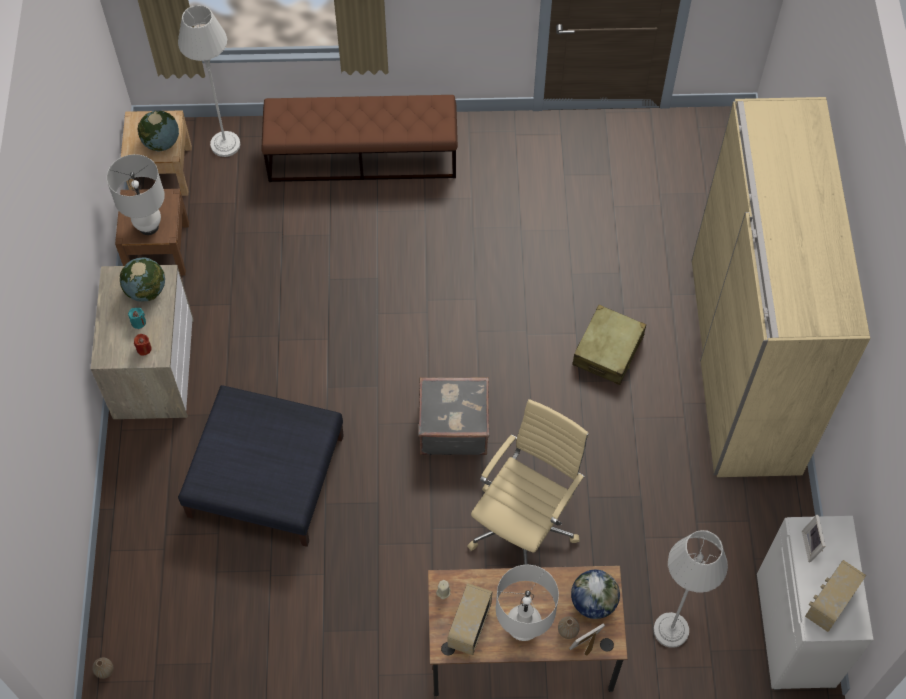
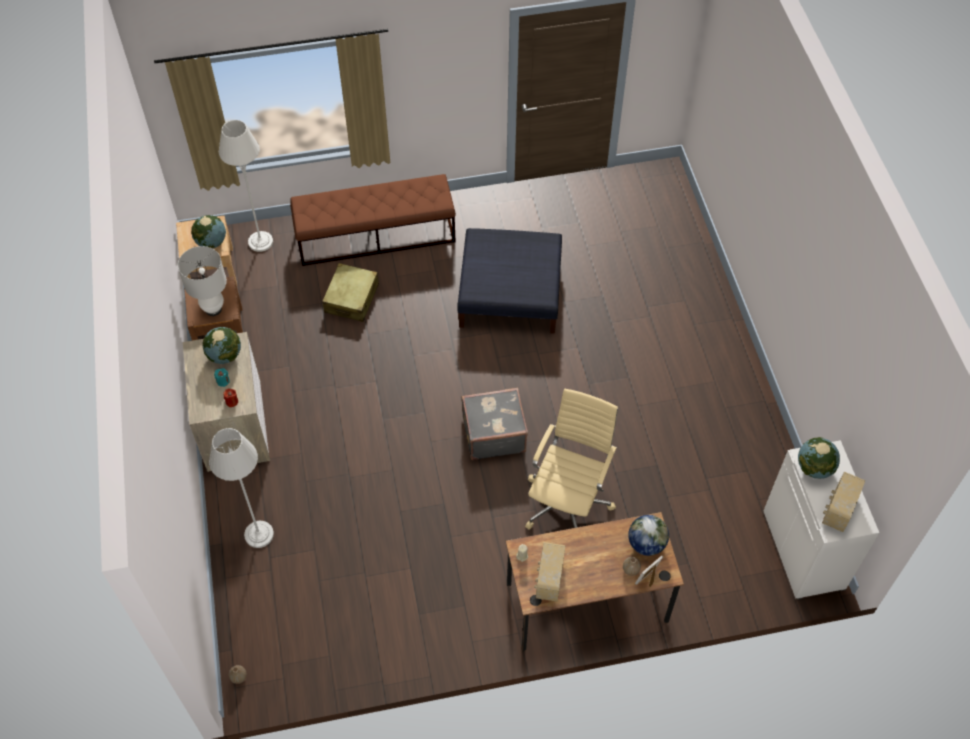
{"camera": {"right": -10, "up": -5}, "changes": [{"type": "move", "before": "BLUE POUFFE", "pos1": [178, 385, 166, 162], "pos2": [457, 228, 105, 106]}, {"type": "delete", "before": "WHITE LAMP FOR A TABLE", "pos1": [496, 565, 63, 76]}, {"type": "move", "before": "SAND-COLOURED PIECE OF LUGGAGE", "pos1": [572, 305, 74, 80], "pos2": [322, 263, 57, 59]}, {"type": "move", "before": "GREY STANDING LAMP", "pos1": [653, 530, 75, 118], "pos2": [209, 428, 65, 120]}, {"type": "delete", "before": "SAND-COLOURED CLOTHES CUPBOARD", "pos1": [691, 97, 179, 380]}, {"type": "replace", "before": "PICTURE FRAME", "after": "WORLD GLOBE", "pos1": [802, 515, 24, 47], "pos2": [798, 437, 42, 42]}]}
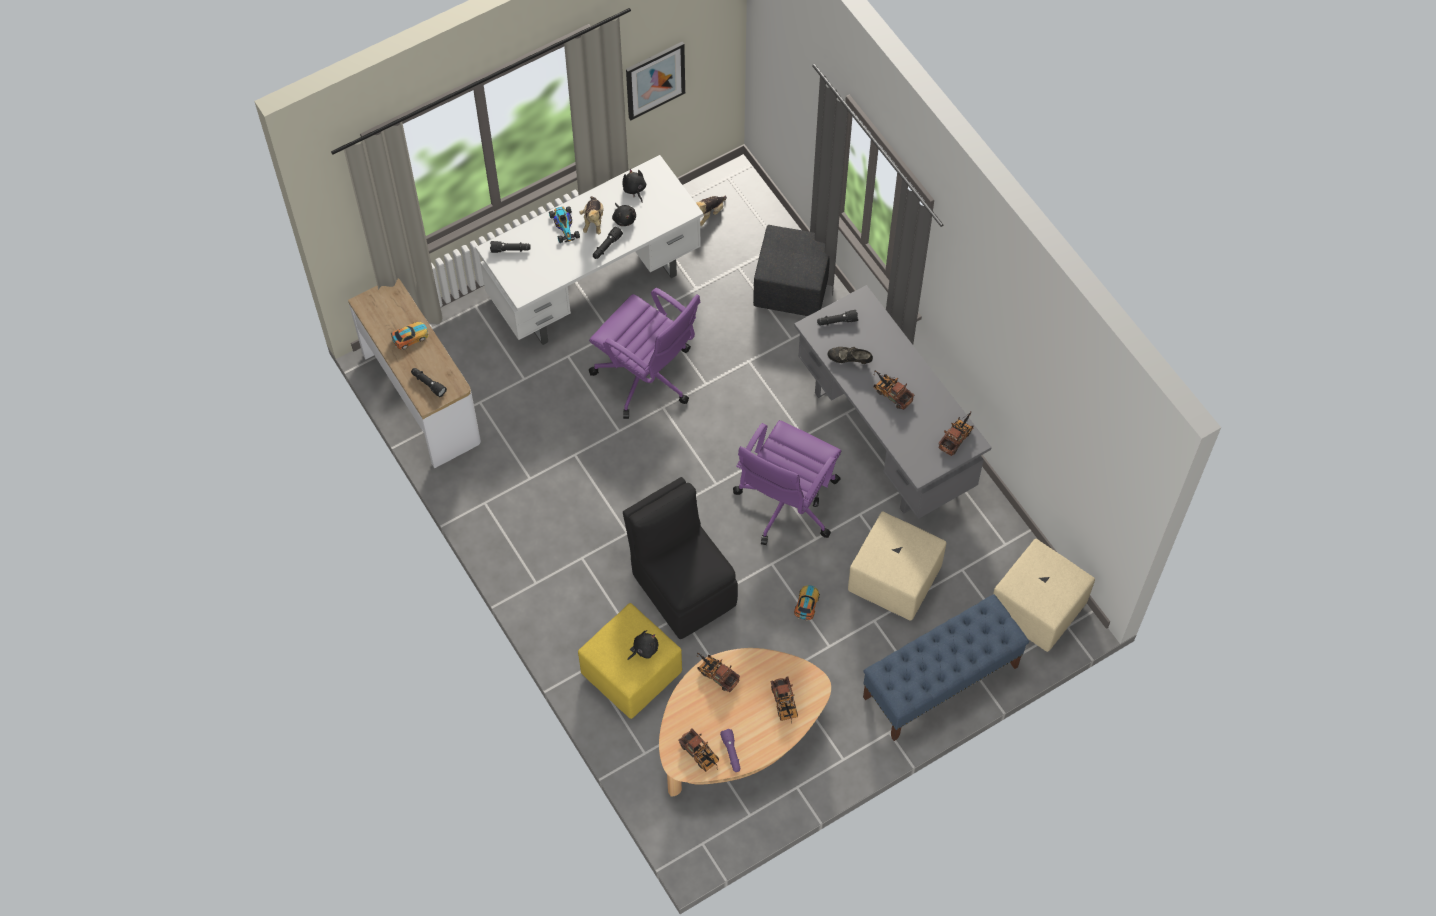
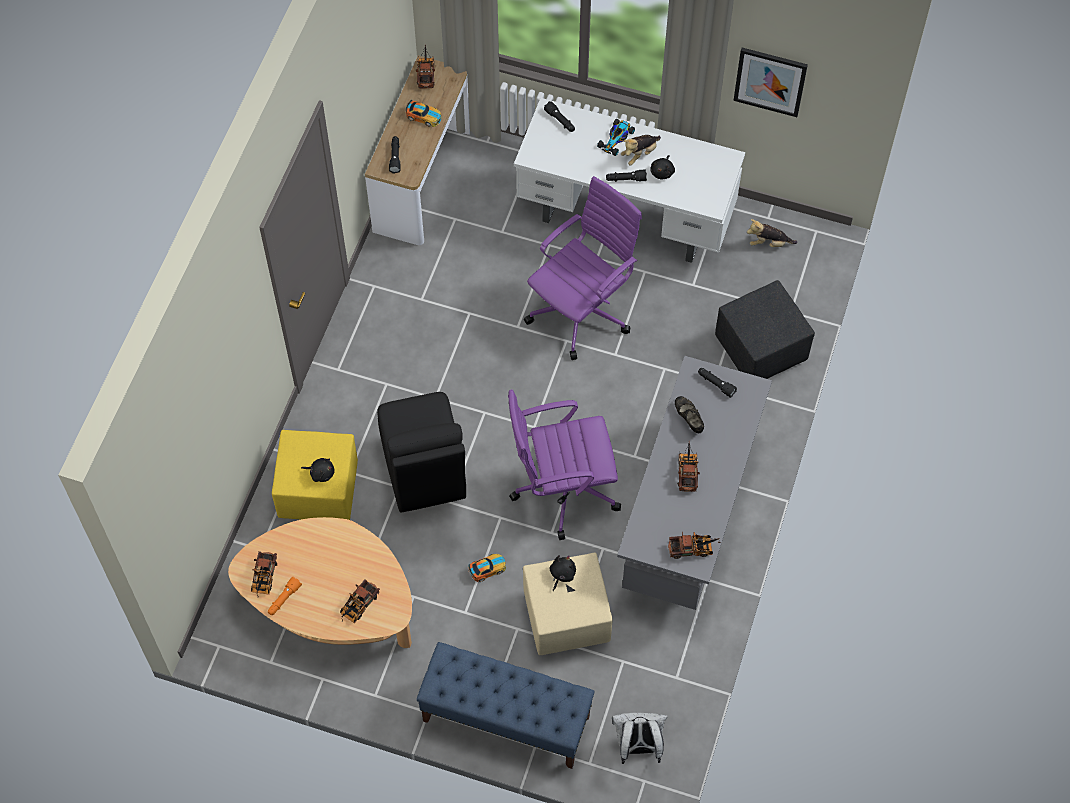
{"camera": {"right": 50, "up": 0}, "changes": [{"type": "rotate", "before": "PURPLE-COLOURED COMPUTER CHAIR", "pos1": [589, 288, 112, 131], "pos2": [524, 176, 118, 184], "turn": -135}, {"type": "move", "before": "BLACK-COLOURED SOFT TOY", "pos1": [622, 169, 24, 33], "pos2": [550, 555, 26, 36]}, {"type": "rotate", "before": "BLACK-COLOURED CHAIR", "pos1": [623, 477, 115, 162], "pos2": [377, 392, 89, 121], "turn": 150}, {"type": "move", "before": "TOY LORRY", "pos1": [696, 653, 44, 39], "pos2": [416, 46, 19, 42]}, {"type": "recolor", "before": "PURPLE-COLOURED FLASHLIGHT", "after": "ORANGE FLASHLIGHT", "pos1": [720, 729, 20, 43], "pos2": [268, 577, 34, 38]}, {"type": "replace", "before": "SAND-COLOURED POUFFE", "after": "WHITE RUCKSACK", "pos1": [993, 539, 102, 113], "pos2": [612, 713, 56, 51]}]}
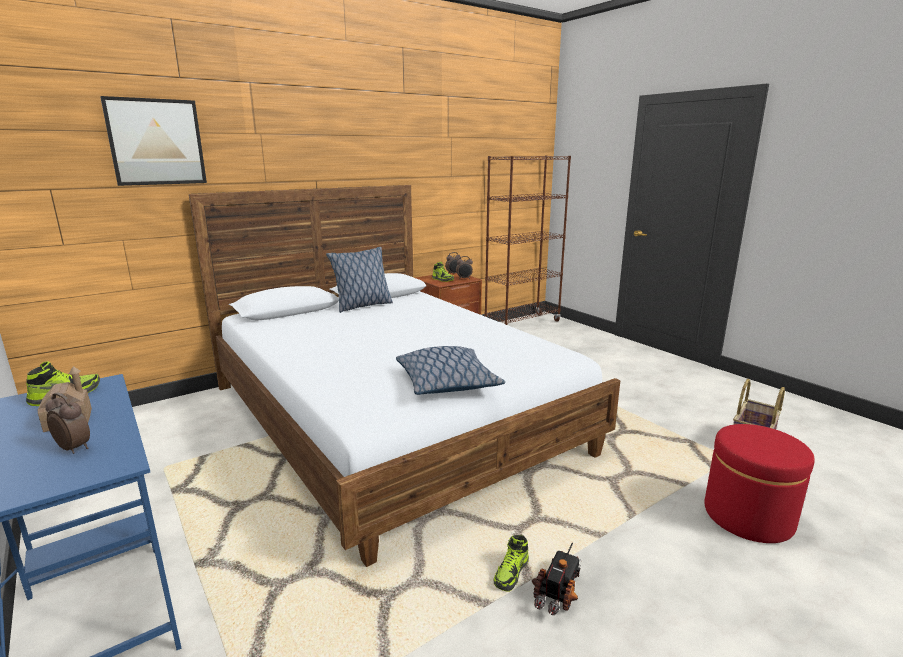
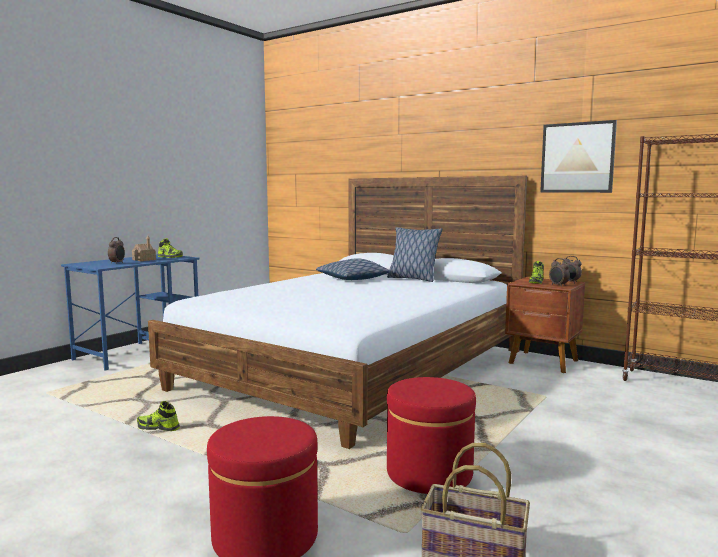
{"camera": {"right": 70, "up": -10}, "changes": [{"type": "move", "before": "WALL ART", "pos1": [100, 96, 107, 90], "pos2": [540, 120, 77, 73]}, {"type": "move", "before": "PILLOW", "pos1": [396, 346, 109, 49], "pos2": [316, 258, 74, 22]}, {"type": "delete", "before": "TOY LORRY", "pos1": [532, 543, 50, 72]}, {"type": "insert", "after": "RED-COLOURED POUFFE", "pos2": [387, 377, 89, 117]}]}
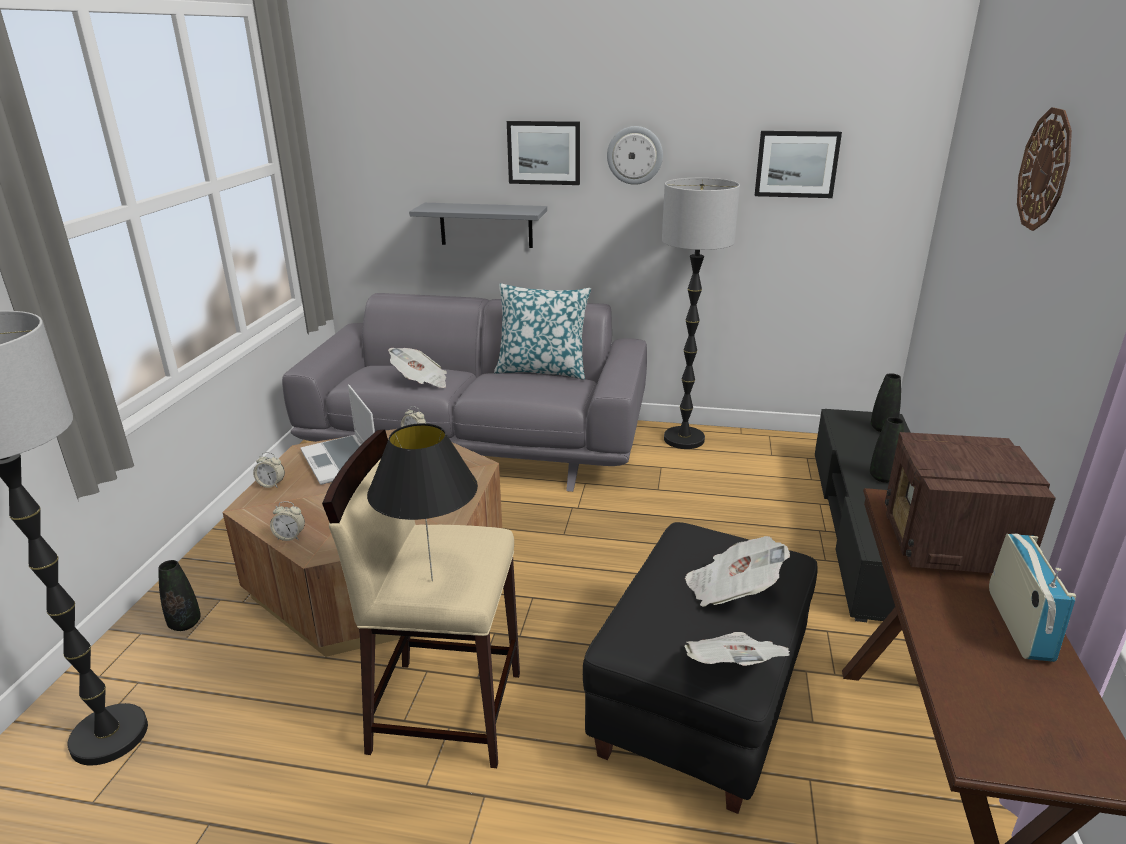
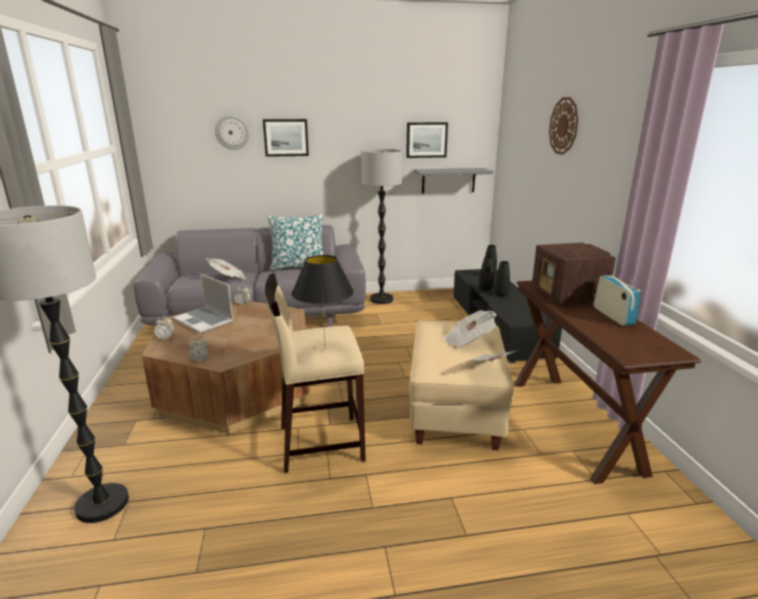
{"camera": {"right": -20, "up": -5}, "changes": [{"type": "move", "before": "BLACK-COLOURED VASE", "pos1": [158, 560, 43, 71], "pos2": [479, 257, 15, 34]}, {"type": "move", "before": "GREY SHELF", "pos1": [409, 203, 138, 45], "pos2": [414, 168, 79, 26]}, {"type": "recolor", "before": "BLACK-COLOURED POUFFE", "after": "SAND-COLOURED POUFFE", "pos1": [583, 522, 235, 292], "pos2": [409, 320, 104, 130]}, {"type": "move", "before": "WALL CLOCK", "pos1": [607, 126, 56, 59], "pos2": [215, 115, 34, 35]}]}
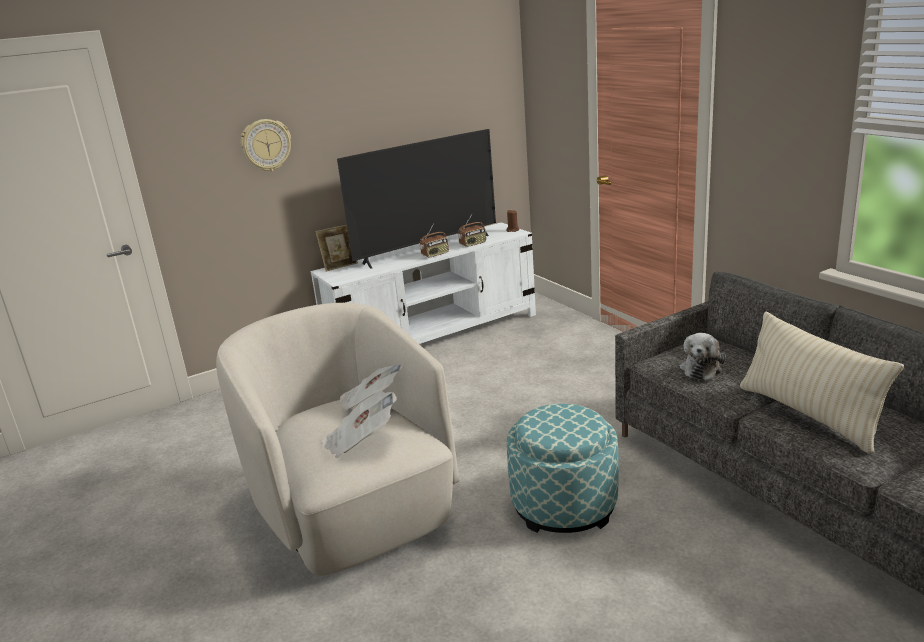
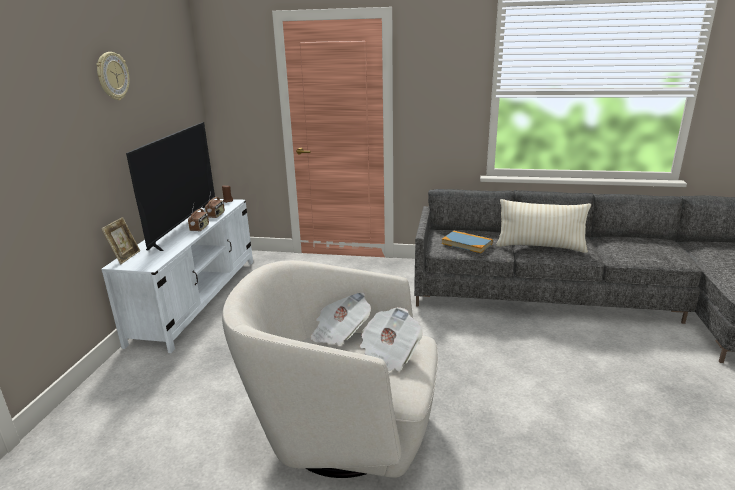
{"camera": {"right": -50, "up": 0}, "changes": [{"type": "move", "before": "WALL CLOCK", "pos1": [241, 119, 50, 52], "pos2": [96, 52, 34, 48]}, {"type": "delete", "before": "POUFFE", "pos1": [507, 404, 112, 129]}, {"type": "replace", "before": "SOFT TOY", "after": "BOOK", "pos1": [680, 333, 46, 47], "pos2": [442, 231, 51, 22]}]}
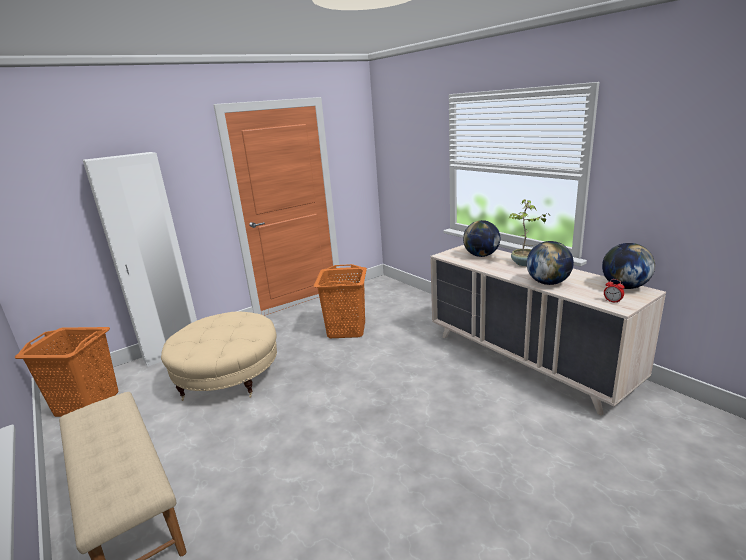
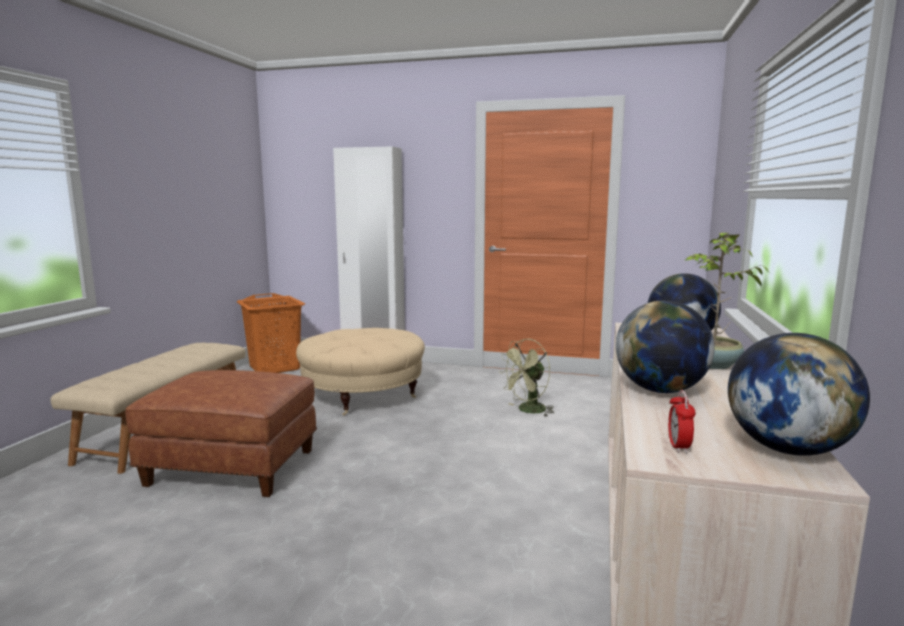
{"camera": {"right": 50, "up": -10}, "changes": [{"type": "replace", "before": "ORANGE HAMPER", "after": "GREENISH COOLING FAN", "pos1": [314, 264, 53, 74], "pos2": [499, 339, 55, 77]}, {"type": "insert", "after": "BROWN POUFFE", "pos2": [125, 370, 192, 127]}]}
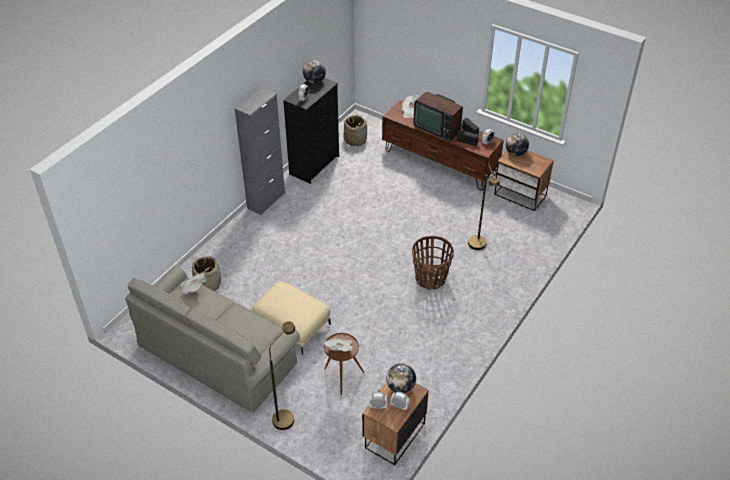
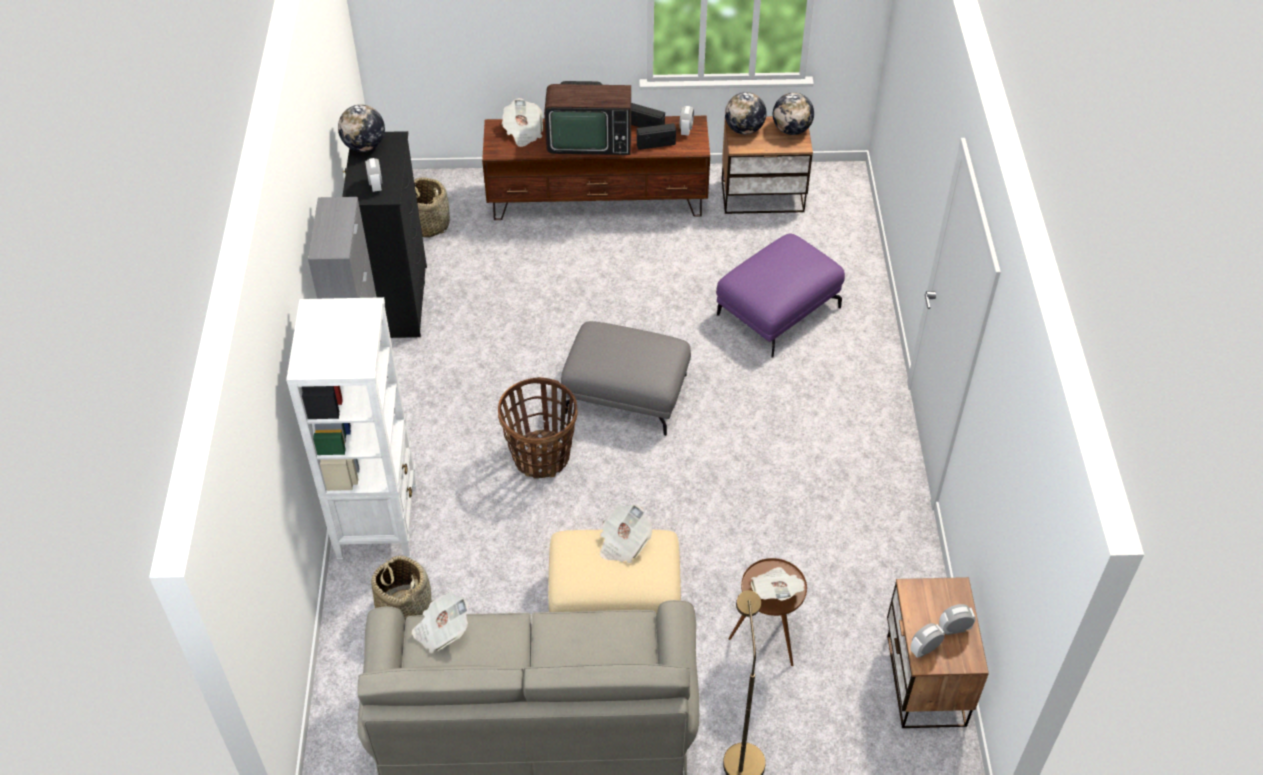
{"camera": {"right": -35, "up": 5}, "changes": [{"type": "move", "before": "WORLD GLOBE", "pos1": [386, 363, 30, 30], "pos2": [773, 93, 41, 42]}, {"type": "move", "before": "BASKET", "pos1": [412, 236, 42, 54], "pos2": [498, 377, 80, 102]}, {"type": "replace", "before": "BROWN STANDING LAMP", "after": "PURPLE-COLOURED POUFFE", "pos1": [468, 164, 32, 86], "pos2": [716, 234, 129, 123]}, {"type": "insert", "after": "WHITE BOOKSHELF", "pos2": [286, 297, 131, 265]}, {"type": "insert", "after": "GREY POUFFE", "pos2": [561, 321, 130, 115]}, {"type": "insert", "after": "NEWSPAPER", "pos2": [600, 505, 52, 58]}]}
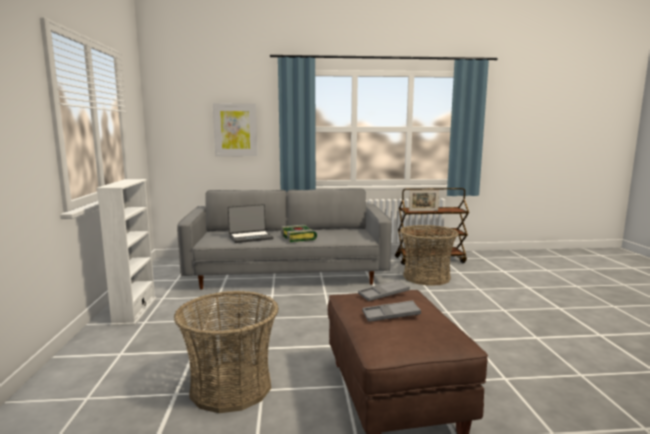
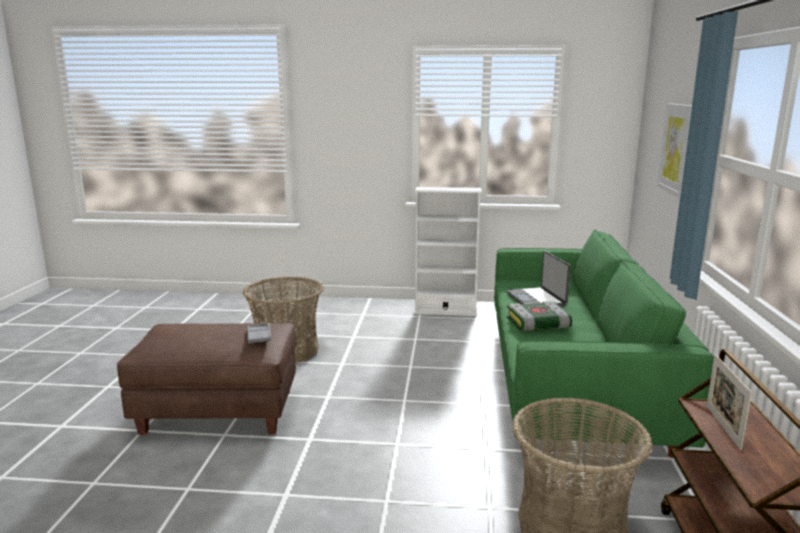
{"camera": {"right": 100, "up": 5}, "changes": [{"type": "recolor", "before": "GREY COUCH", "after": "GREENISH COUCH", "pos1": [177, 189, 215, 101], "pos2": [494, 230, 220, 228]}, {"type": "delete", "before": "GREY CARRYING TRAY", "pos1": [363, 300, 58, 22]}]}
